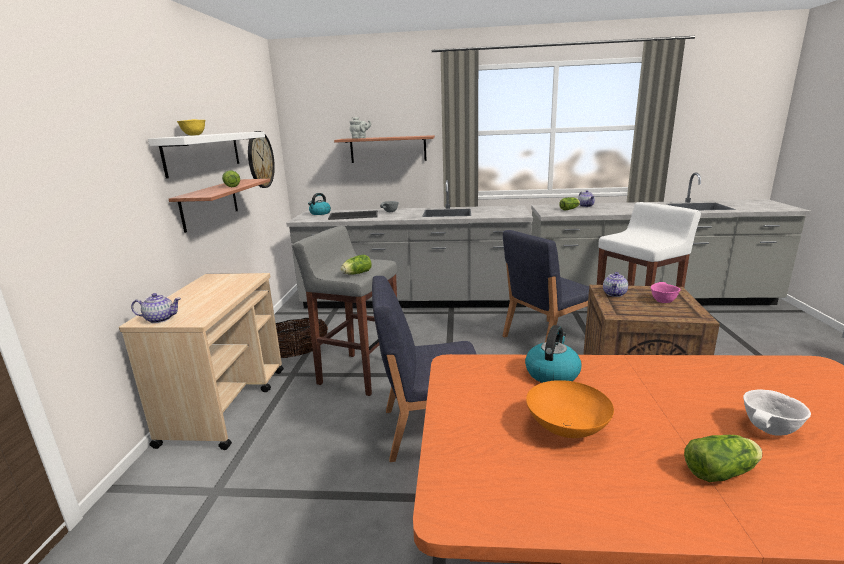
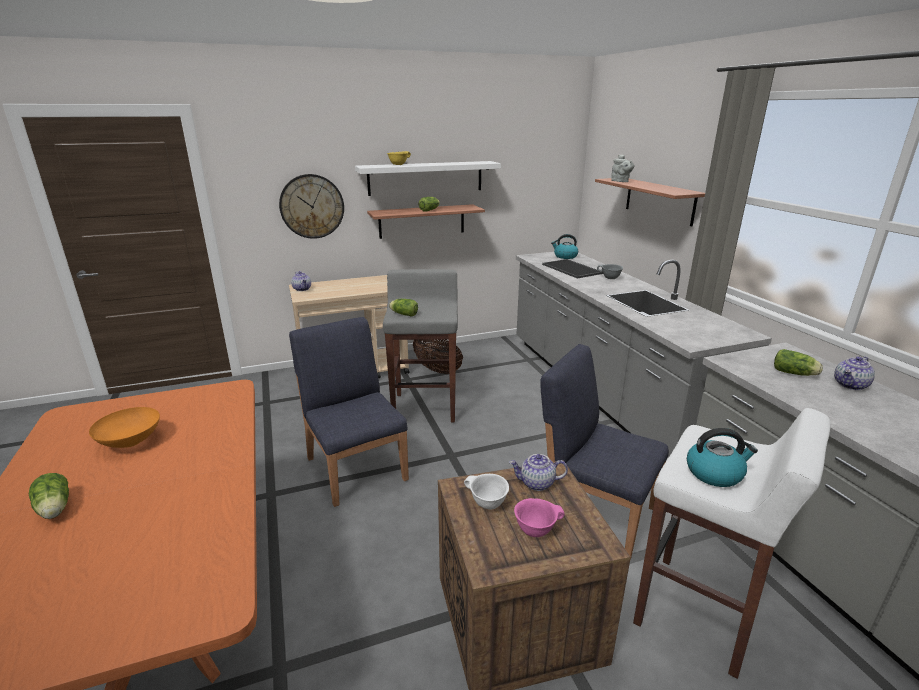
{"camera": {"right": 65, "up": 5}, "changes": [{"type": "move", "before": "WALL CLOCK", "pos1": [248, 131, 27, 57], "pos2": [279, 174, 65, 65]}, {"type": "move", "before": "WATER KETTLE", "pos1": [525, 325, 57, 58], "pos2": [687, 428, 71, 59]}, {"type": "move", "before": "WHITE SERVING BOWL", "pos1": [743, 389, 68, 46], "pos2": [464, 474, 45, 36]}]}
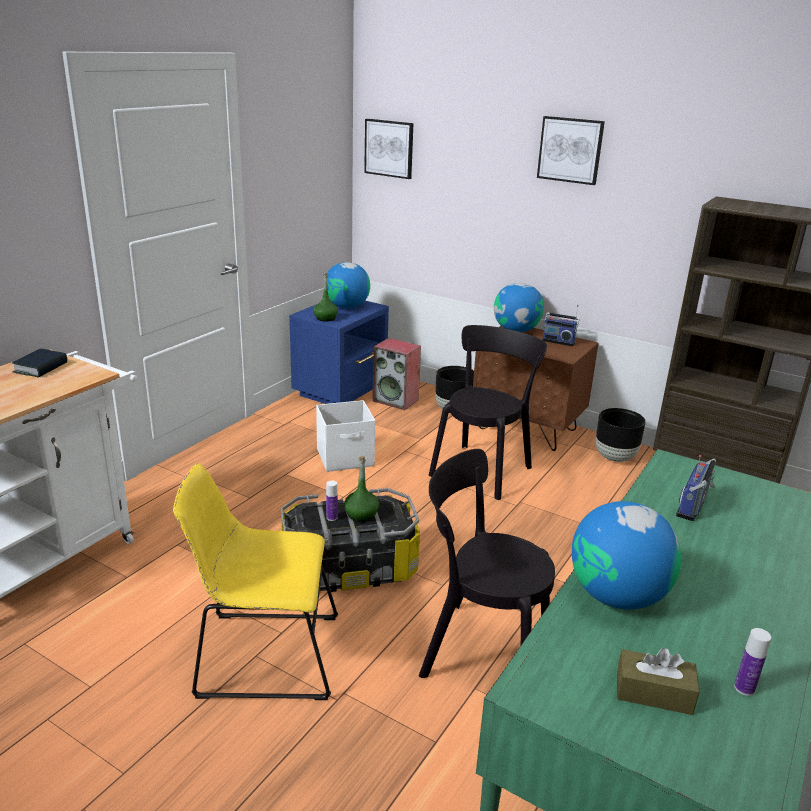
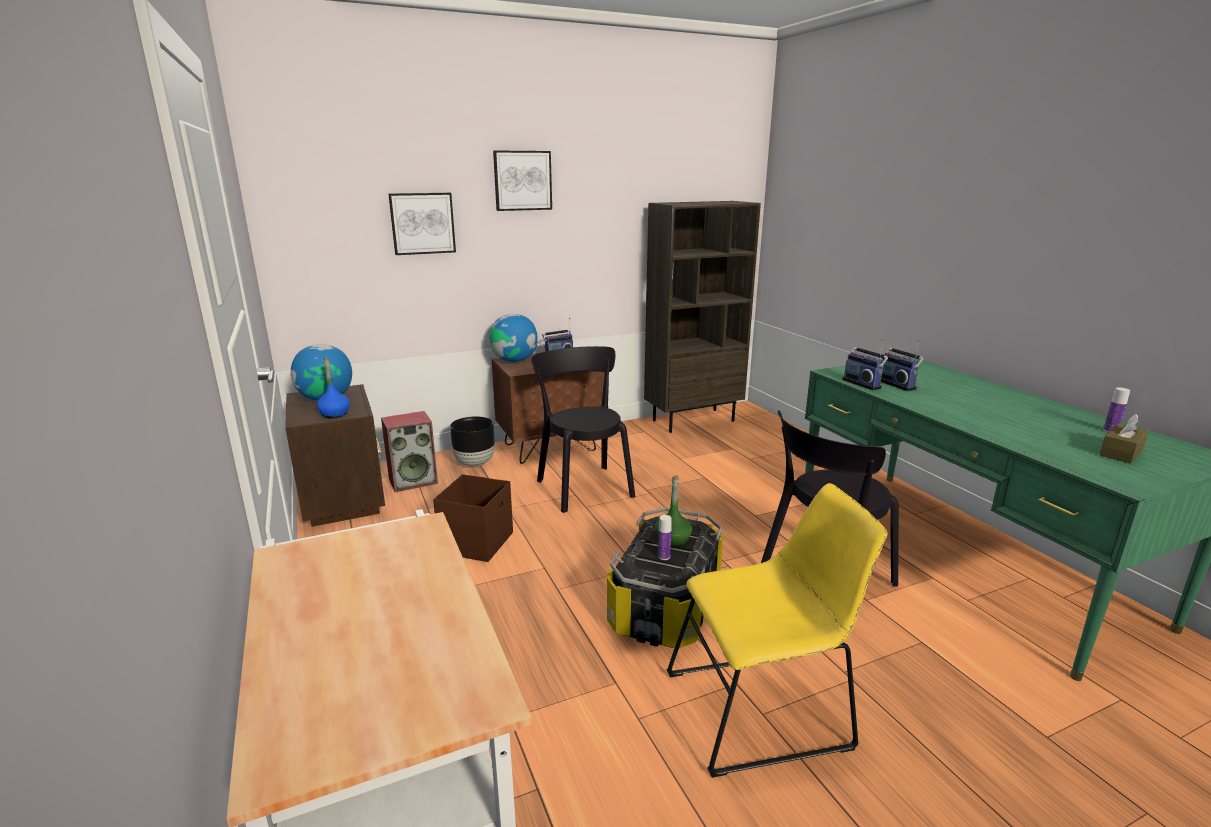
{"camera": {"right": -55, "up": -5}, "changes": [{"type": "delete", "before": "BOOK", "pos1": [12, 349, 55, 29]}, {"type": "rotate", "before": "YELLOW CHAIR", "pos1": [173, 463, 165, 237], "pos2": [667, 483, 221, 295], "turn": -135}, {"type": "recolor", "before": "BLUE NIGHT TABLE", "after": "BROWN NIGHT TABLE", "pos1": [289, 301, 100, 103], "pos2": [285, 384, 100, 143]}, {"type": "recolor", "before": "GREENISH BOTTLE", "after": "BLUE BOTTLE", "pos1": [314, 273, 24, 48], "pos2": [317, 358, 33, 60]}, {"type": "recolor", "before": "WHITE STORAGE BOX", "after": "BROWN STORAGE BOX", "pos1": [316, 400, 59, 72], "pos2": [433, 474, 80, 88]}, {"type": "move", "before": "WALL ART", "pos1": [364, 119, 50, 60], "pos2": [388, 193, 68, 62]}, {"type": "delete", "before": "WORLD GLOBE", "pos1": [572, 501, 109, 109]}, {"type": "delete", "before": "BLACK-COLOURED FLOWER POT", "pos1": [596, 408, 50, 54]}, {"type": "insert", "after": "RADIO RECEIVER", "pos2": [842, 339, 46, 51]}]}
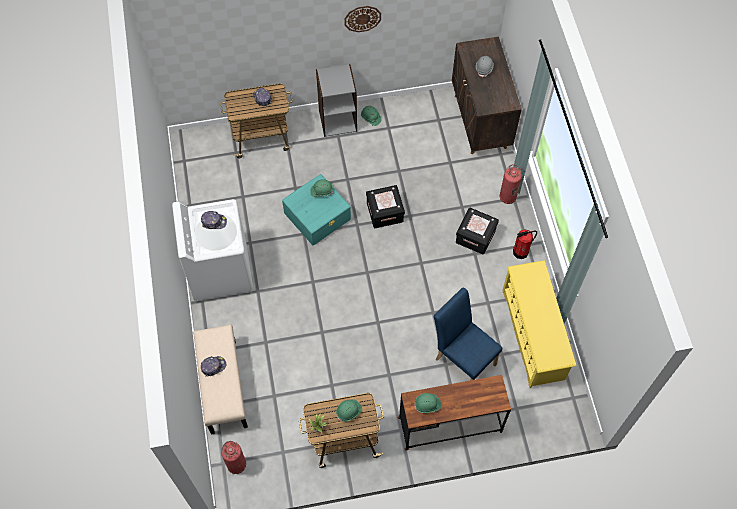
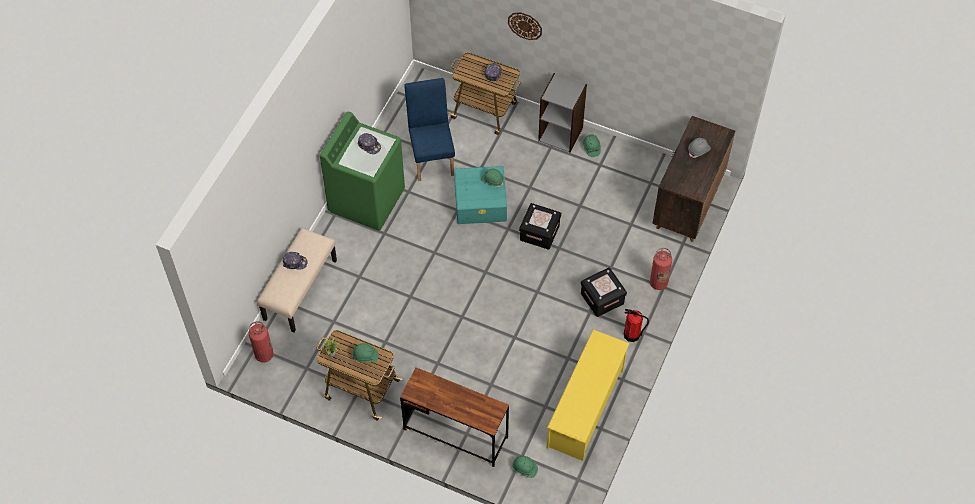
{"camera": {"right": 35, "up": -5}, "changes": [{"type": "recolor", "before": "WHITE LAUNDRY APPLIANCE", "after": "GREENISH LAUNDRY APPLIANCE", "pos1": [172, 199, 81, 102], "pos2": [320, 112, 85, 119]}, {"type": "move", "before": "WALL CLOCK", "pos1": [344, 6, 37, 26], "pos2": [508, 12, 34, 28]}, {"type": "move", "before": "GREENISH WORK HELMET", "pos1": [414, 393, 27, 20], "pos2": [512, 456, 26, 22]}, {"type": "move", "before": "BLUE CHAIR", "pos1": [434, 288, 68, 93], "pos2": [404, 78, 51, 103]}]}
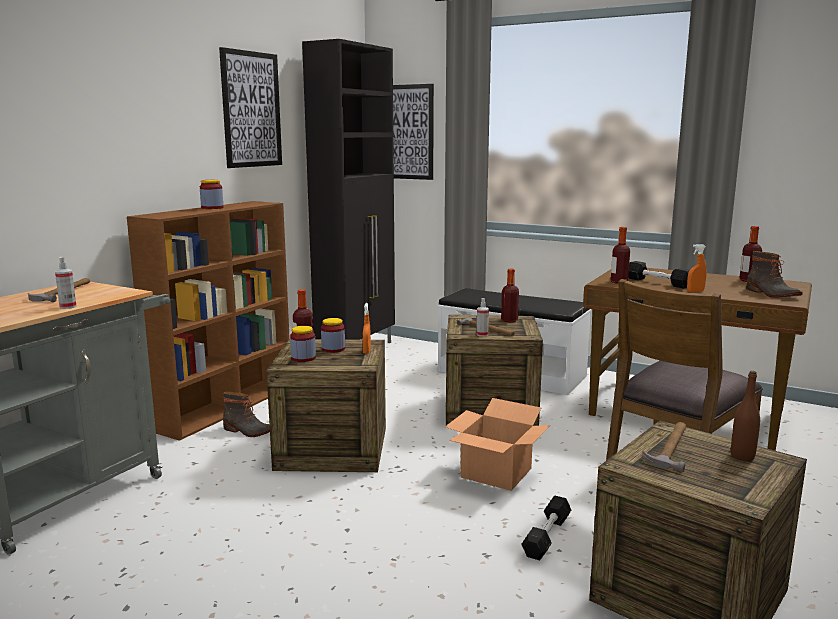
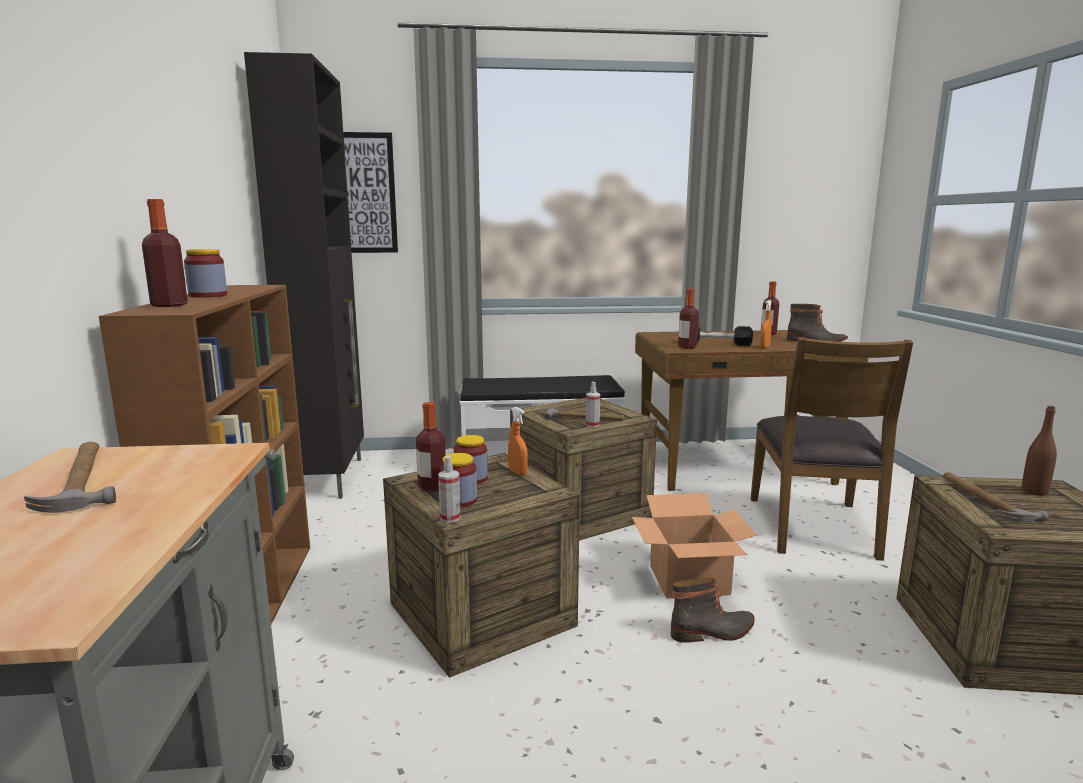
{"camera": {"right": -35, "up": 0}, "changes": [{"type": "move", "before": "SPRAY BOTTLE", "pos1": [55, 257, 22, 52], "pos2": [438, 456, 23, 67]}, {"type": "delete", "before": "WALL ART", "pos1": [219, 47, 63, 121]}, {"type": "move", "before": "TALL BOOT", "pos1": [223, 392, 47, 45], "pos2": [671, 578, 84, 65]}, {"type": "move", "before": "BOTTLE", "pos1": [501, 269, 18, 53], "pos2": [142, 199, 46, 108]}, {"type": "delete", "before": "BLACK-COLOURED FREE WEIGHT", "pos1": [521, 495, 50, 65]}]}
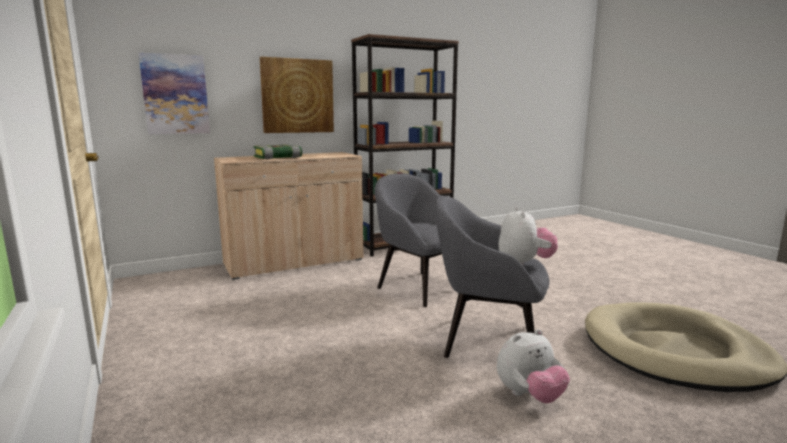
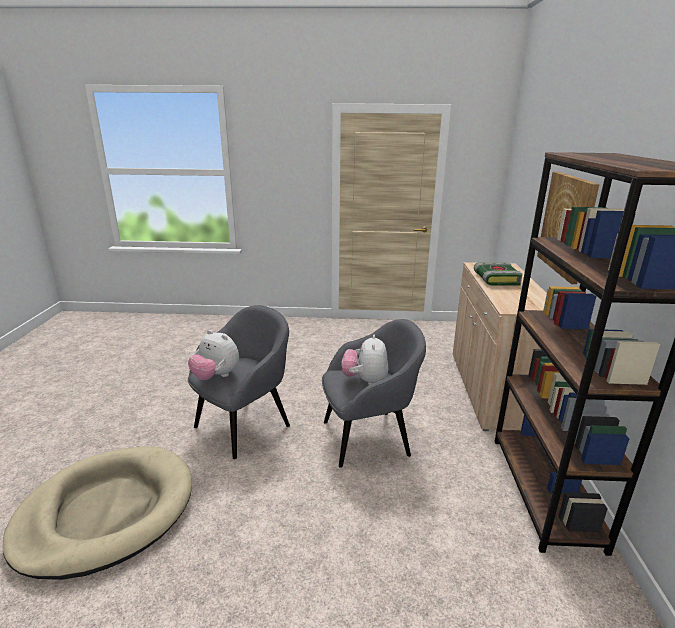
{"camera": {"right": 120, "up": 10}, "changes": [{"type": "delete", "before": "WALL ART", "pos1": [138, 53, 72, 81]}, {"type": "move", "before": "SOFT TOY", "pos1": [497, 329, 73, 74], "pos2": [342, 335, 46, 50]}]}
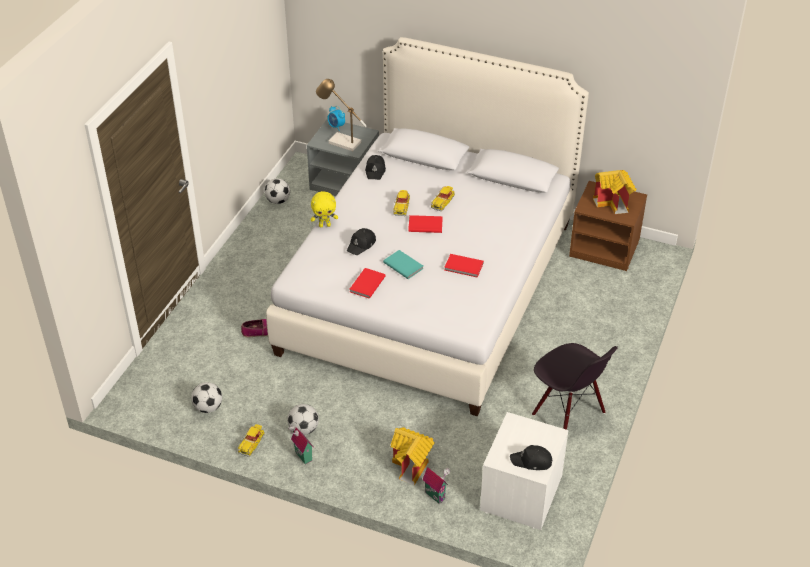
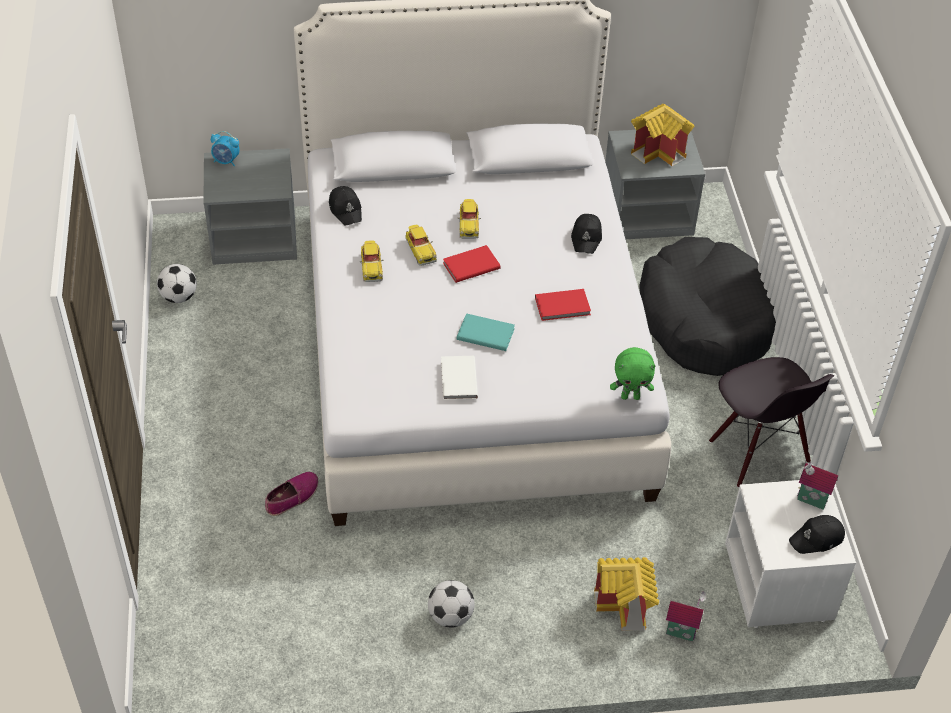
{"camera": {"right": -30, "up": 5}, "changes": [{"type": "delete", "before": "BALL FOR FOOTBALL", "pos1": [191, 382, 31, 31]}, {"type": "move", "before": "MODEL CAR", "pos1": [238, 424, 27, 33], "pos2": [359, 240, 24, 42]}, {"type": "move", "before": "TOY HOUSE", "pos1": [288, 424, 25, 40], "pos2": [797, 460, 41, 50]}, {"type": "delete", "before": "YELLOW SOFT TOY", "pos1": [311, 191, 27, 36]}, {"type": "delete", "before": "LAMP FOR A TABLE", "pos1": [316, 79, 51, 72]}, {"type": "move", "before": "BLACK-COLOURED BASEBALL CAP", "pos1": [347, 228, 29, 27], "pos2": [571, 214, 31, 40]}, {"type": "recolor", "before": "RED-COLOURED BOOK", "after": "WHITE BOOK", "pos1": [350, 268, 35, 31], "pos2": [441, 356, 37, 44]}, {"type": "rotate", "before": "BLACK-COLOURED CHAIR", "pos1": [532, 343, 86, 87], "pos2": [709, 357, 125, 131], "turn": 45}, {"type": "recolor", "before": "BROWN NIGHT TABLE", "after": "GREY NIGHT TABLE", "pos1": [569, 181, 78, 90], "pos2": [605, 130, 100, 109]}, {"type": "insert", "after": "GREENISH SOFT TOY", "pos2": [610, 347, 46, 53]}, {"type": "insert", "after": "BLACK-COLOURED DOG BED", "pos2": [639, 237, 137, 139]}]}
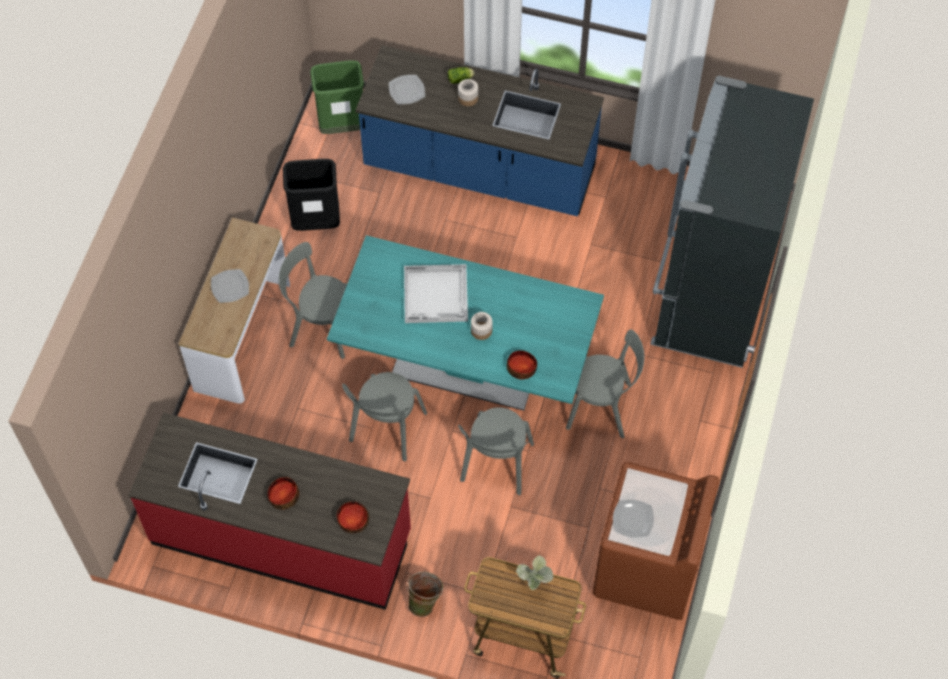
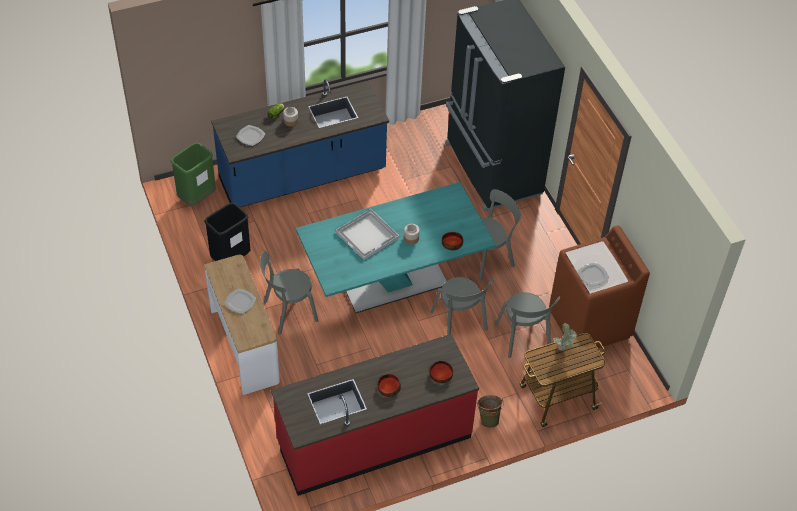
{"camera": {"right": -40, "up": -10}, "changes": [{"type": "move", "before": "GREY CHAIR", "pos1": [342, 372, 85, 89], "pos2": [495, 292, 65, 66]}]}
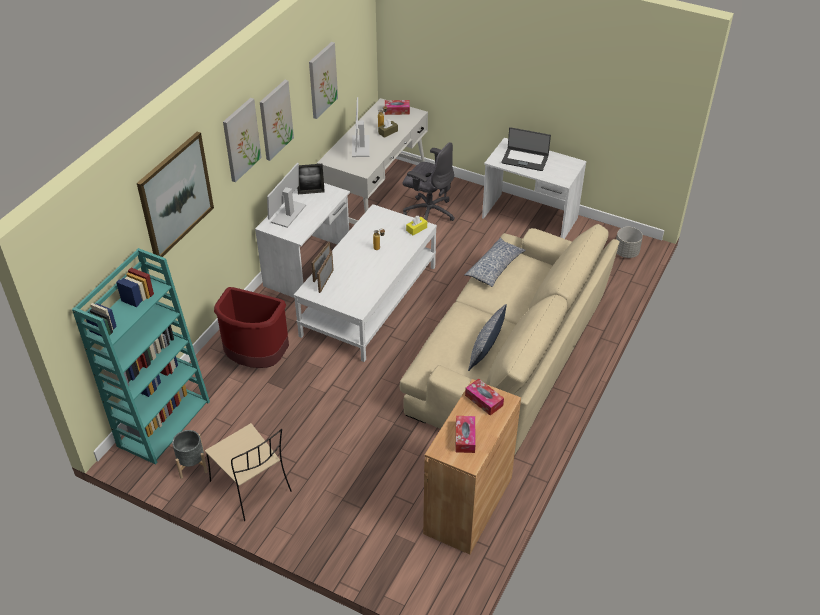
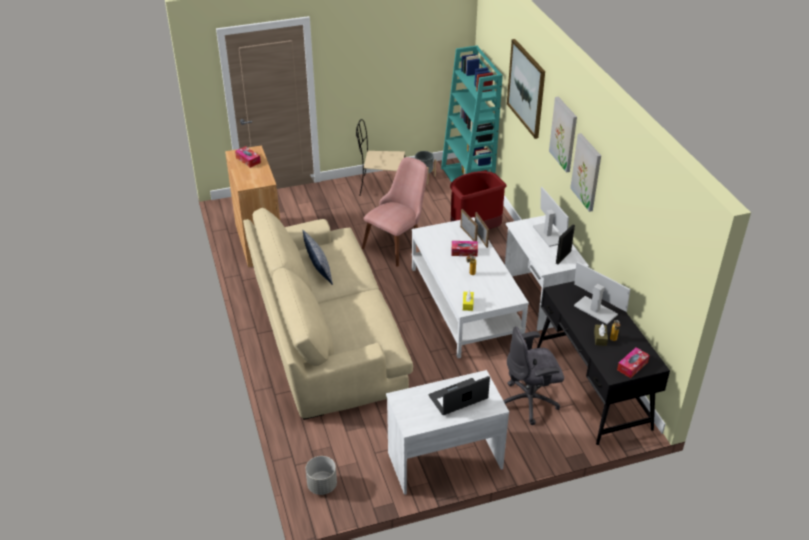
{"camera": {"right": 135, "up": -5}, "changes": [{"type": "delete", "before": "WALL ART", "pos1": [309, 42, 29, 77]}, {"type": "recolor", "before": "WHITE DESK", "after": "BLACK-COLOURED DESK", "pos1": [317, 98, 111, 126], "pos2": [537, 281, 133, 164]}, {"type": "delete", "before": "PILLOW", "pos1": [464, 238, 62, 49]}, {"type": "move", "before": "BOX OF TISSUES", "pos1": [465, 378, 39, 38], "pos2": [452, 241, 26, 16]}, {"type": "insert", "after": "PINK-COLOURED CHAIR", "pos2": [362, 157, 66, 110]}]}
